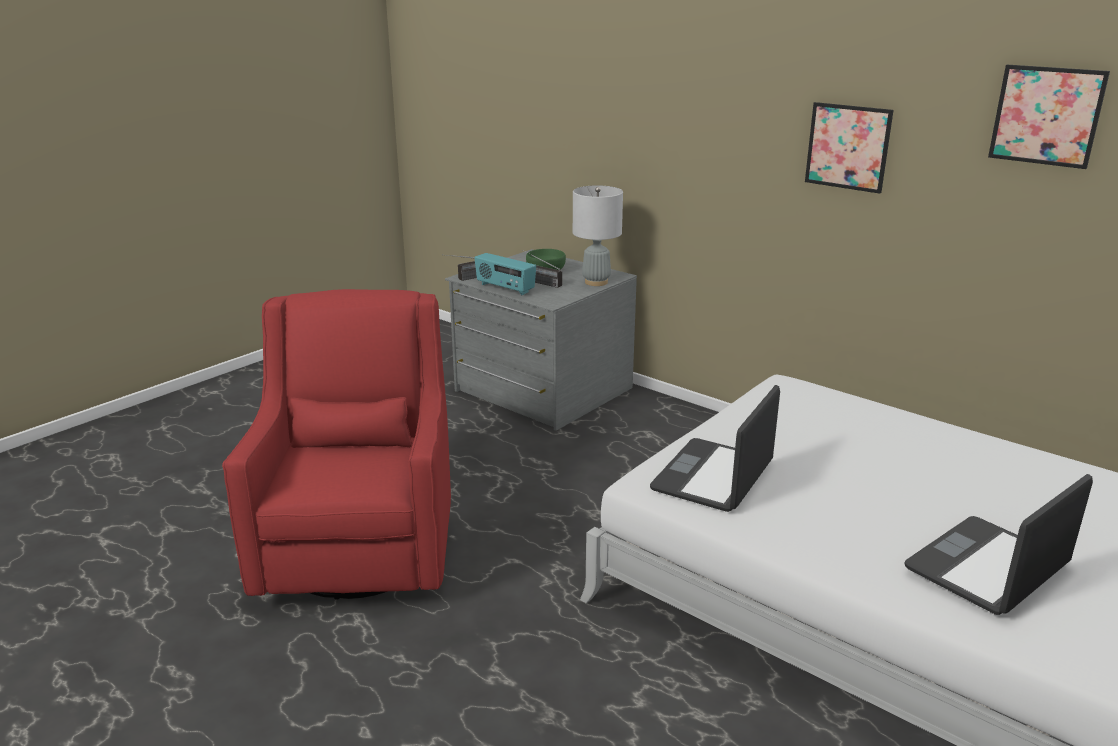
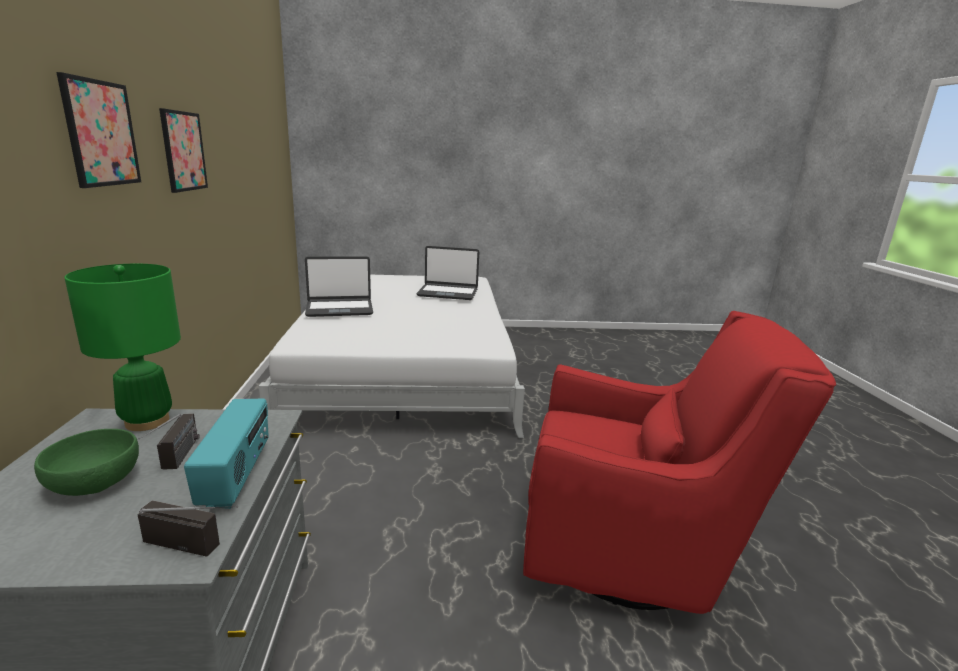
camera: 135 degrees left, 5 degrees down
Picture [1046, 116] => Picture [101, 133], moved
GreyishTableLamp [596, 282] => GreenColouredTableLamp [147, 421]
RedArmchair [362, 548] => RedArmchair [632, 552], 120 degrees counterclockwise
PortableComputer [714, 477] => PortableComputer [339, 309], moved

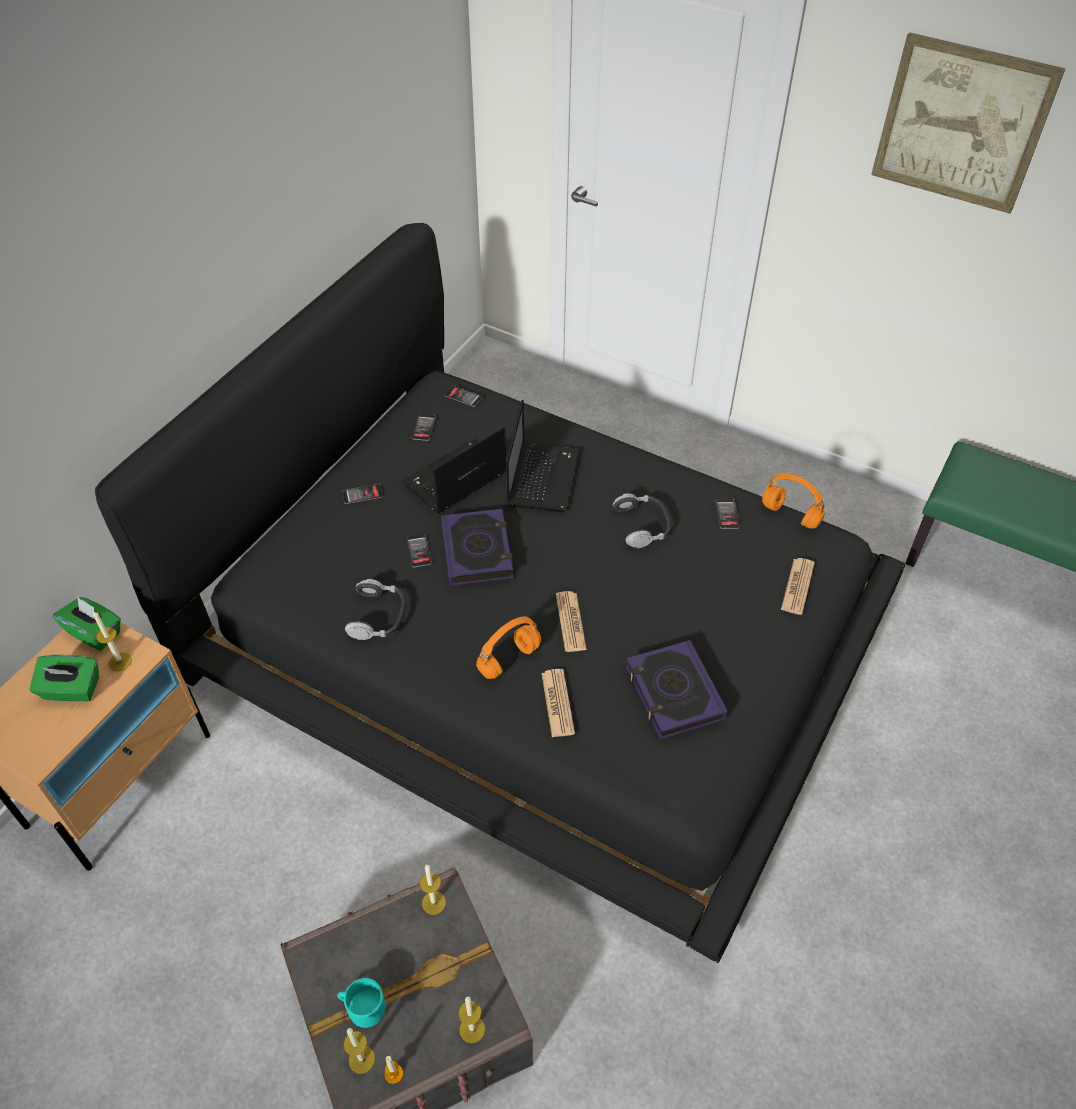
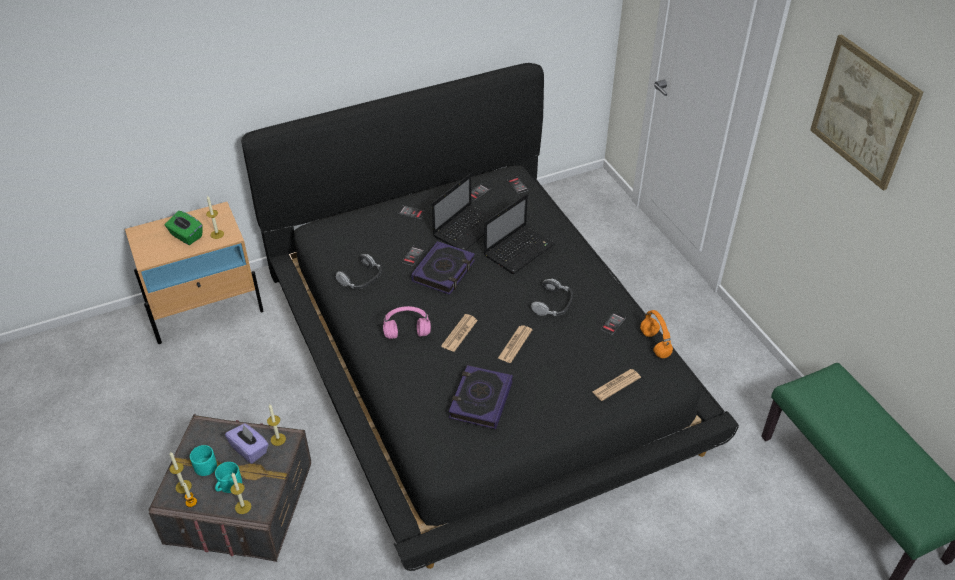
camera: 35 degrees right, 5 degrees down
PortableComputer [454, 480] => PortableComputer [467, 228], 135 degrees clockwise
GreenColouredTissueBox [95, 632] => nothing
OrangeColouredHeadset [509, 659] => PinkHeadset [408, 334]
Newspaper [557, 703] => Newspaper [515, 344], moved
nothing => PurplishTissueBox [249, 449]
nothing => TurquoiseColouredTeaMug [228, 485]

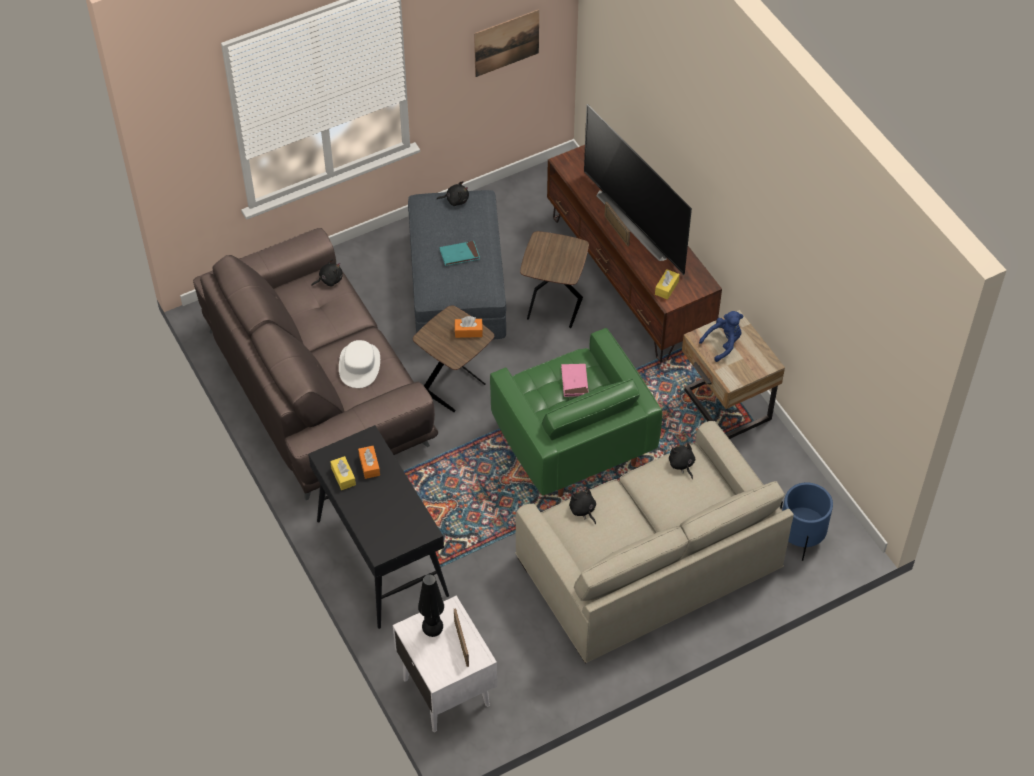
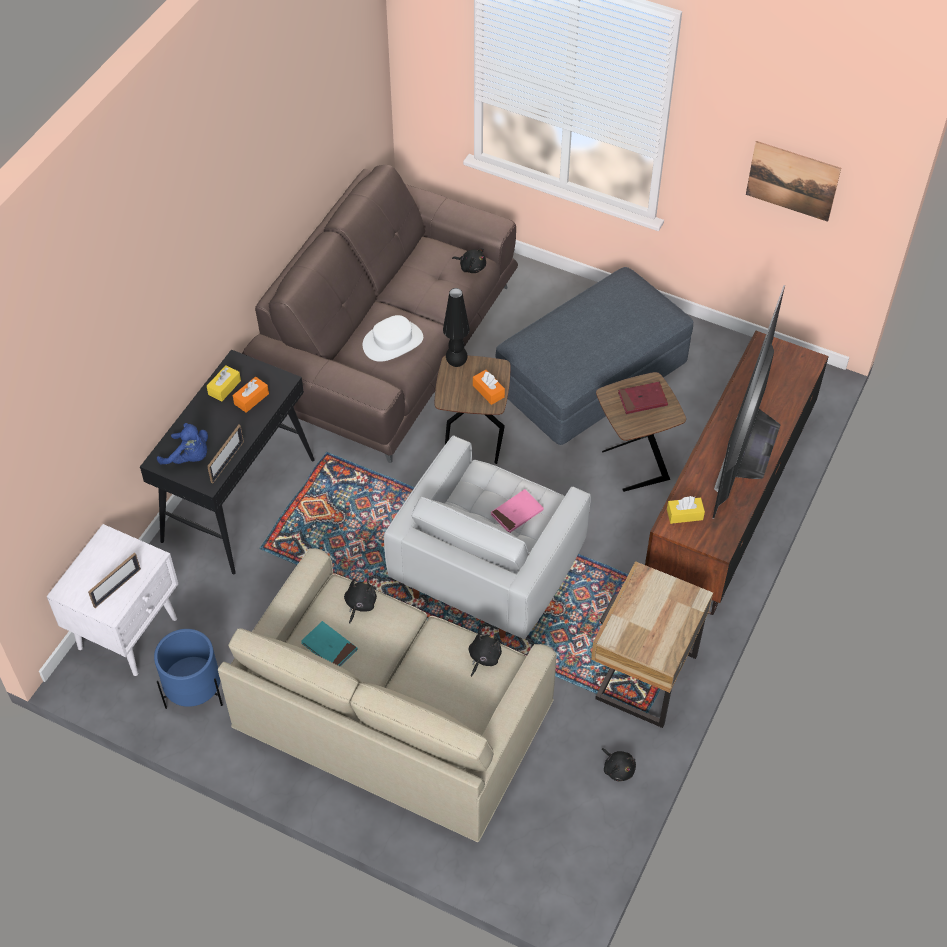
camera: 55 degrees right, 0 degrees up
BlackishPlushToy [455, 200] => BlackishPlushToy [618, 768], moved
PhotoFrame [616, 231] => PhotoFrame [227, 462], moved
TurquoiseColouredBook [459, 254] => TurquoiseColouredBook [329, 647], moved
BluishPlushToy [723, 343] => BluishPlushToy [189, 457], moved
GreenColouredArmchair [571, 441] => WhitishArmchair [488, 569]
BluishPlantPot [801, 537] => BluishPlantPot [194, 692], moved
BlackishTableLamp [433, 631] => BlackishTableLamp [456, 363], moved
nothing => RedBook [642, 399]

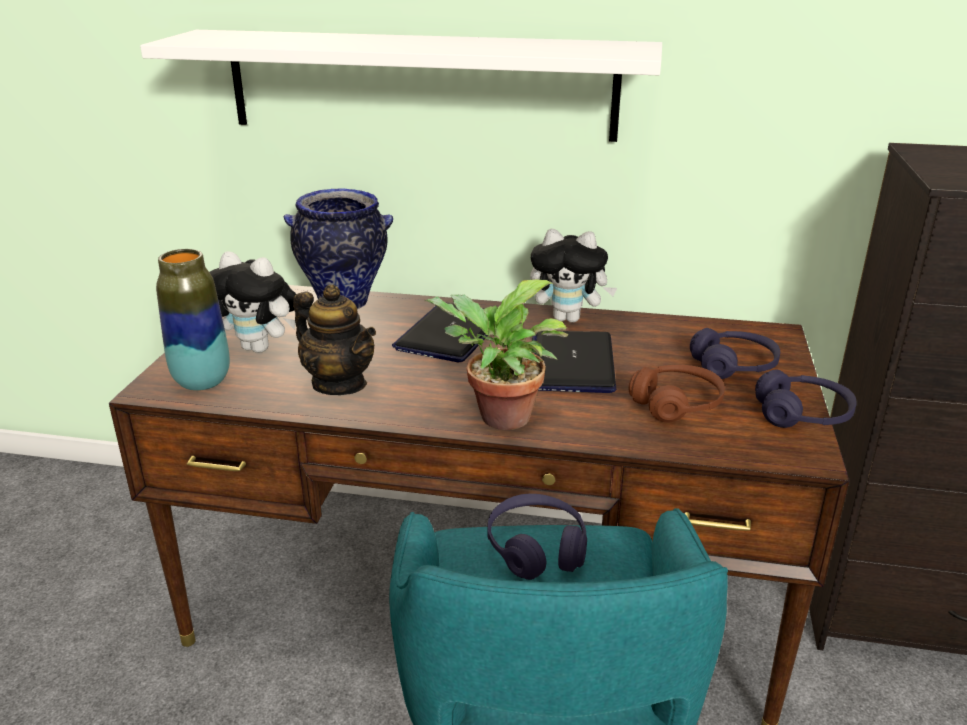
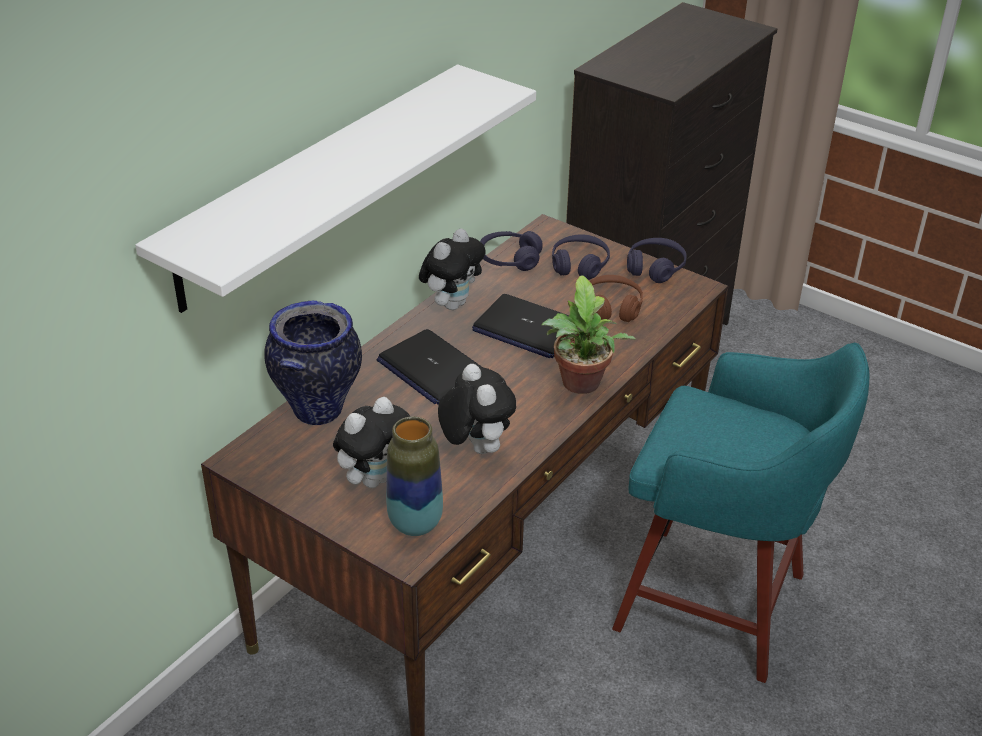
camera: 65 degrees left, 10 degrees up
PotForTea [339, 384] => PlushToy [475, 447]
PurplishHeadset [536, 548] => PurplishHeadset [509, 259], moved

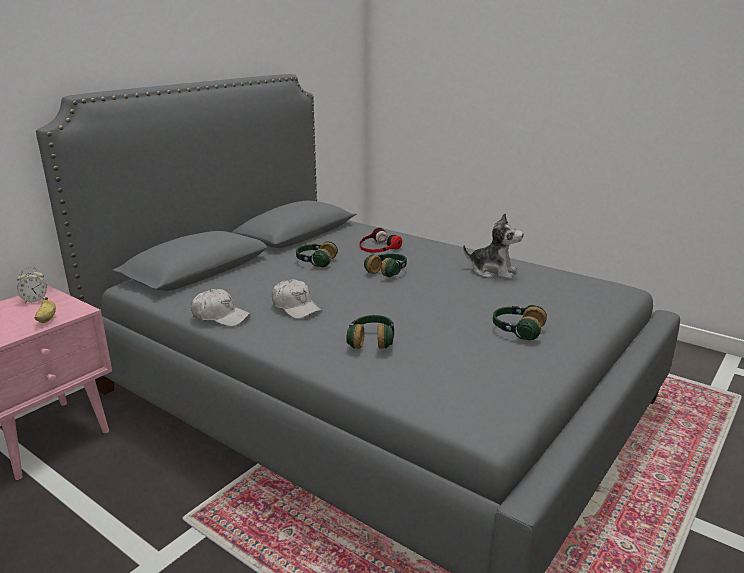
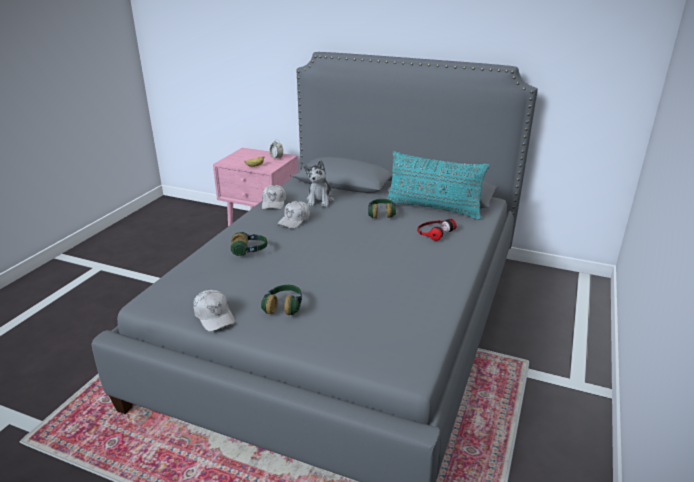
camera: 75 degrees right, 5 degrees up
PlushToy [492, 272] => PlushToy [320, 200], moved
Headset [387, 272] => nothing
nothing => TurquoiseColouredThrowPillow [433, 209]
nothing => WhitishBaseballCap [214, 316]

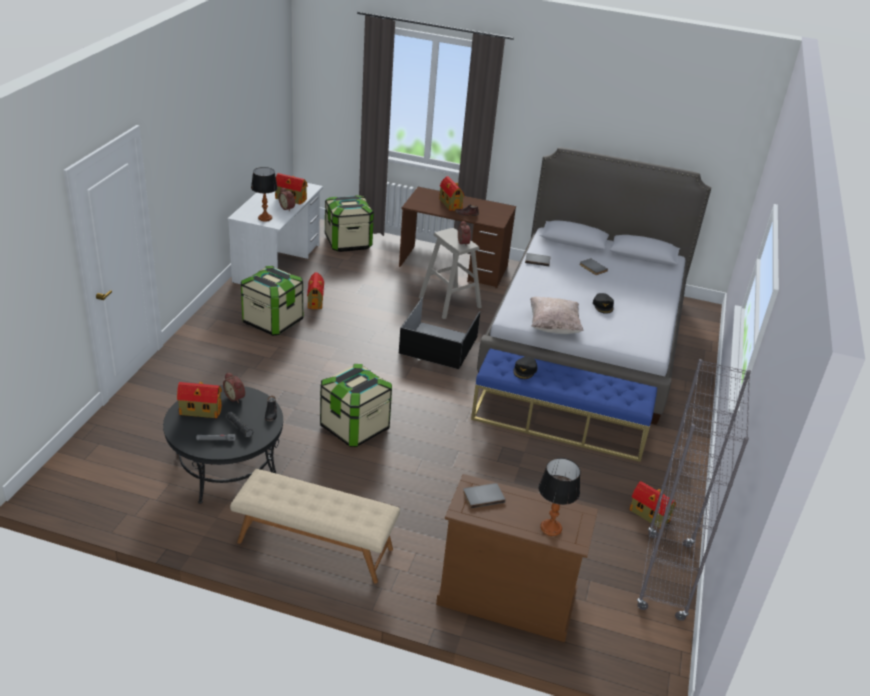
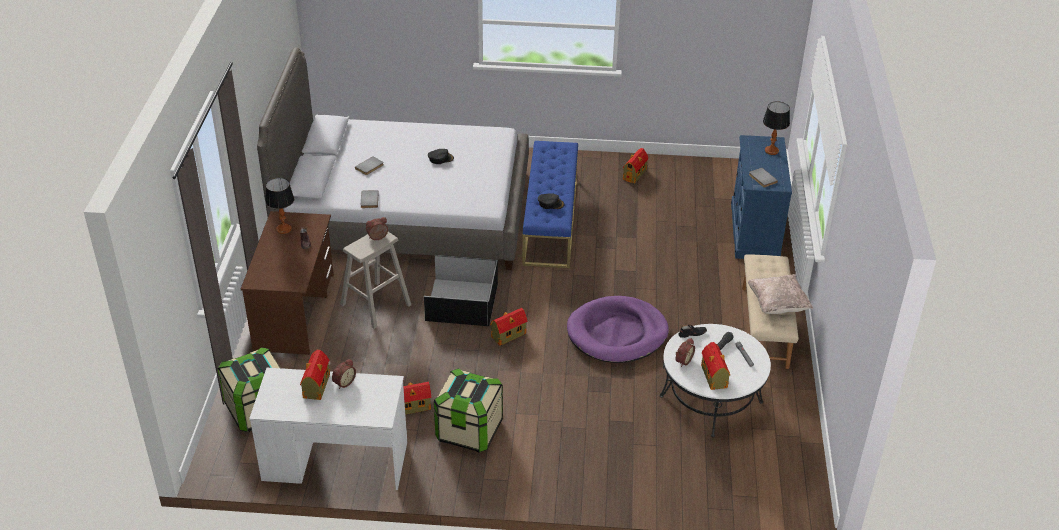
camera: 100 degrees left, 5 degrees up
TableLamp [265, 218] => TableLamp [284, 229], moved
ModelHouse [450, 203] => ModelHouse [507, 335], moved
SandColouredThrowPillow [553, 327] => SandColouredThrowPillow [777, 305], moved
GreyishShelvingUnit [665, 576] => nothing
StorageBin [354, 427] => PurplishPetBed [617, 333]
BlackishCoffeeTable [227, 466] => WhitishCoffeeTable [711, 399]
BrownDresser [506, 599] => BluishDresser [754, 231]

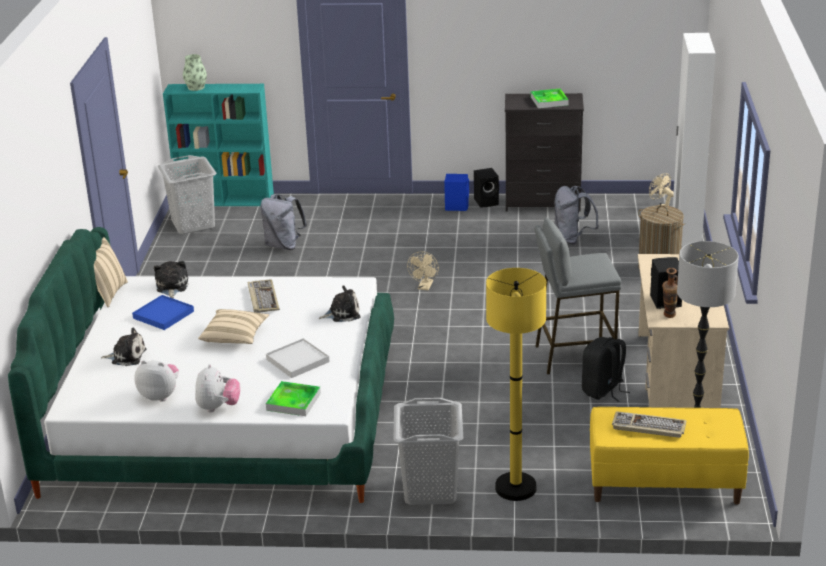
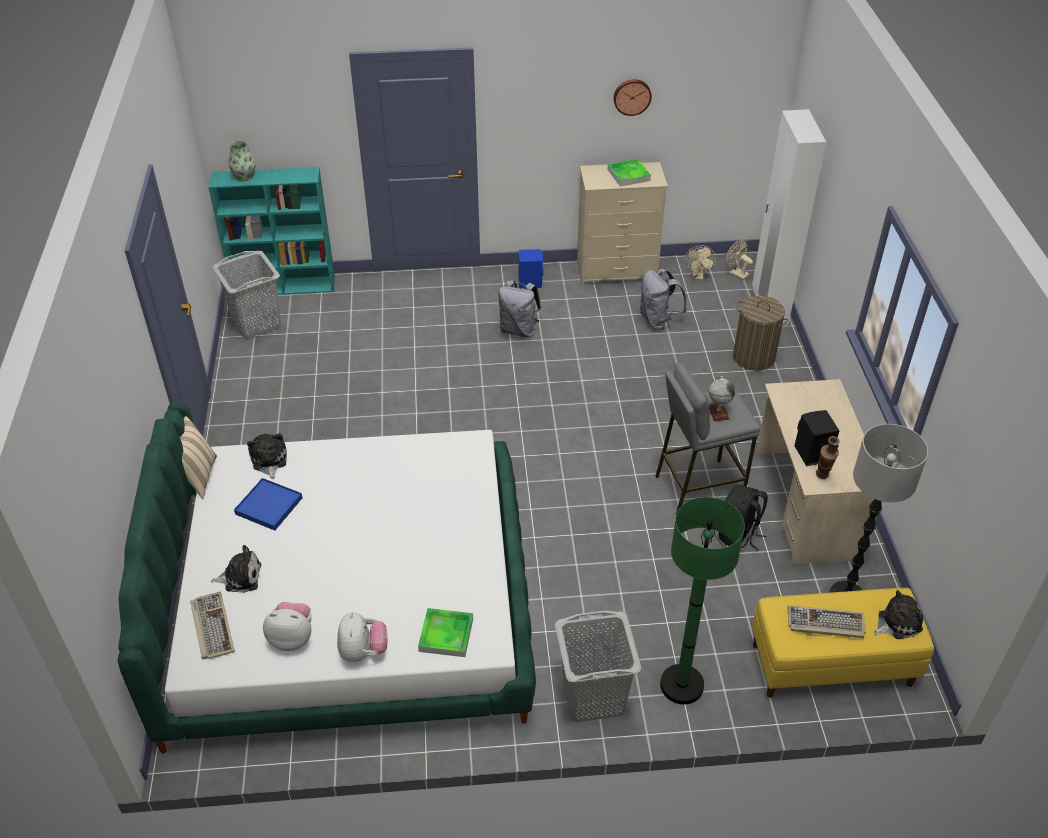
camera: 10 degrees left, 15 degrees up
BlackishDresser [543, 203] => SandColouredDresser [617, 272]
BlackishLoudspeaker [487, 202] => nothing
GreyishKnapsack [284, 245] => GreyishKnapsack [519, 330], moved
SandColouredElectricFan [425, 287] => SandColouredElectricFan [698, 276], moved
YellowColouredStandardLamp [515, 488] => GreenColouredStandardLamp [681, 685]
Keyboard [262, 298] => Keyboard [211, 627], moved
PlushToy [342, 313] => PlushToy [897, 622], moved
SandColouredThrowPillow [235, 337] => nothing
WhitishCarryingTray [298, 360] => nothing
nothing => ClockOnTheWall [632, 96]
nothing => DeskGlobe [718, 412]

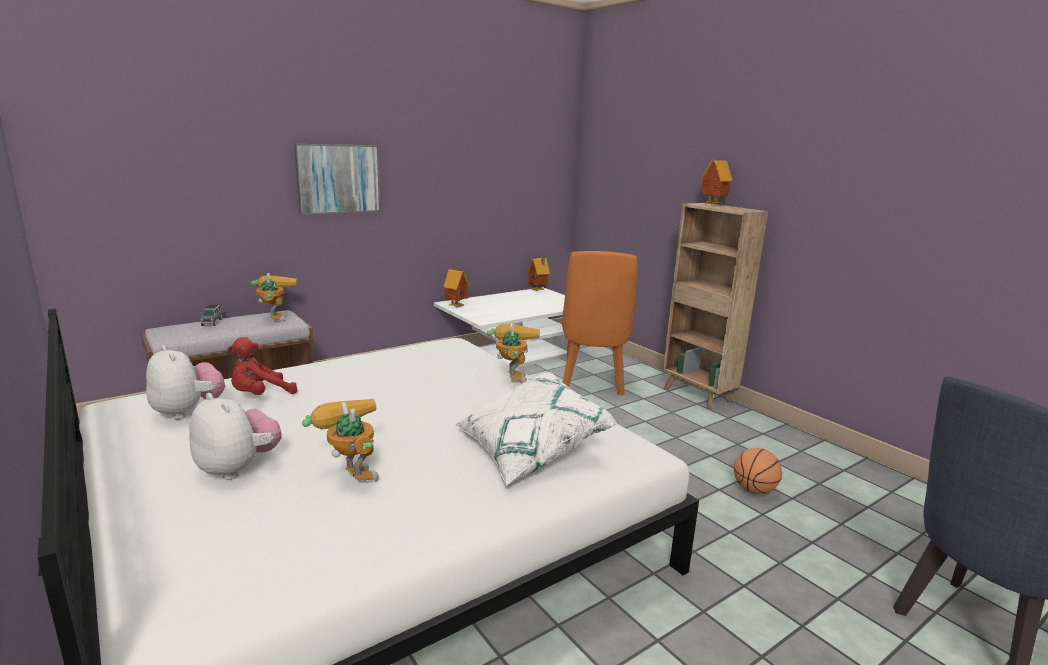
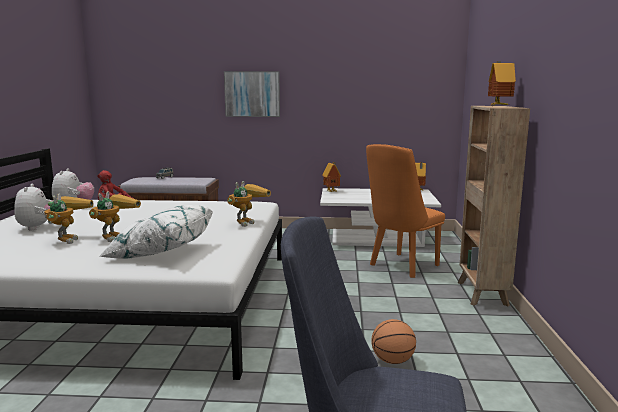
camera: 40 degrees right, 5 degrees down
RobotFigure [275, 317] => RobotFigure [115, 236], moved

